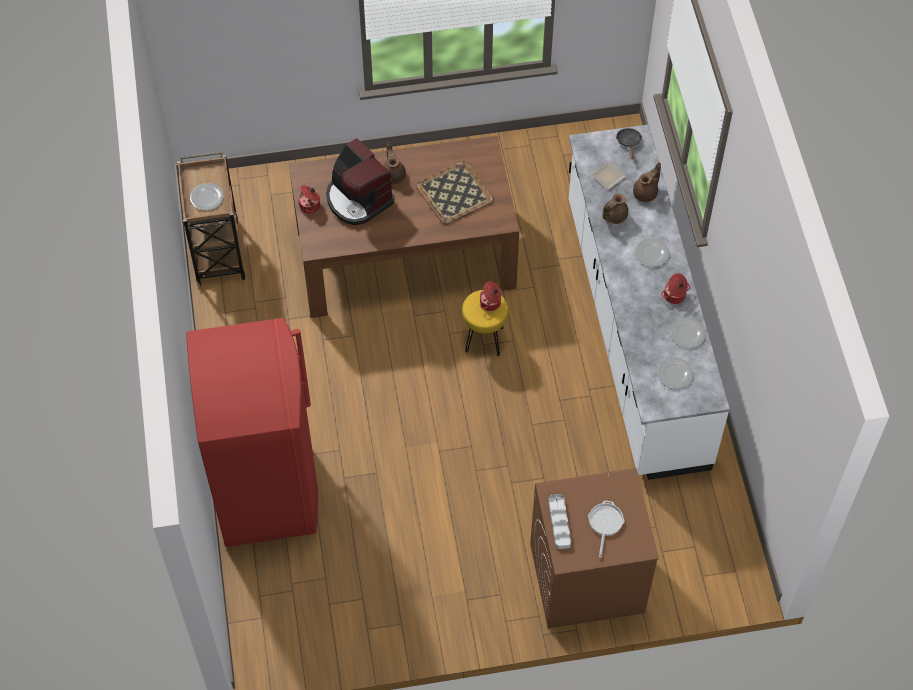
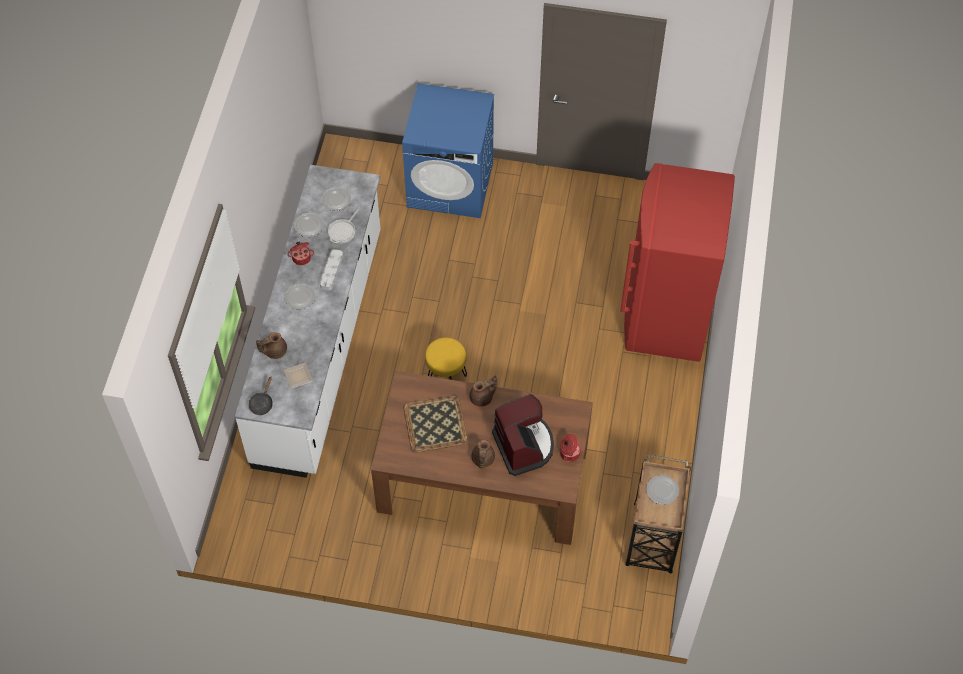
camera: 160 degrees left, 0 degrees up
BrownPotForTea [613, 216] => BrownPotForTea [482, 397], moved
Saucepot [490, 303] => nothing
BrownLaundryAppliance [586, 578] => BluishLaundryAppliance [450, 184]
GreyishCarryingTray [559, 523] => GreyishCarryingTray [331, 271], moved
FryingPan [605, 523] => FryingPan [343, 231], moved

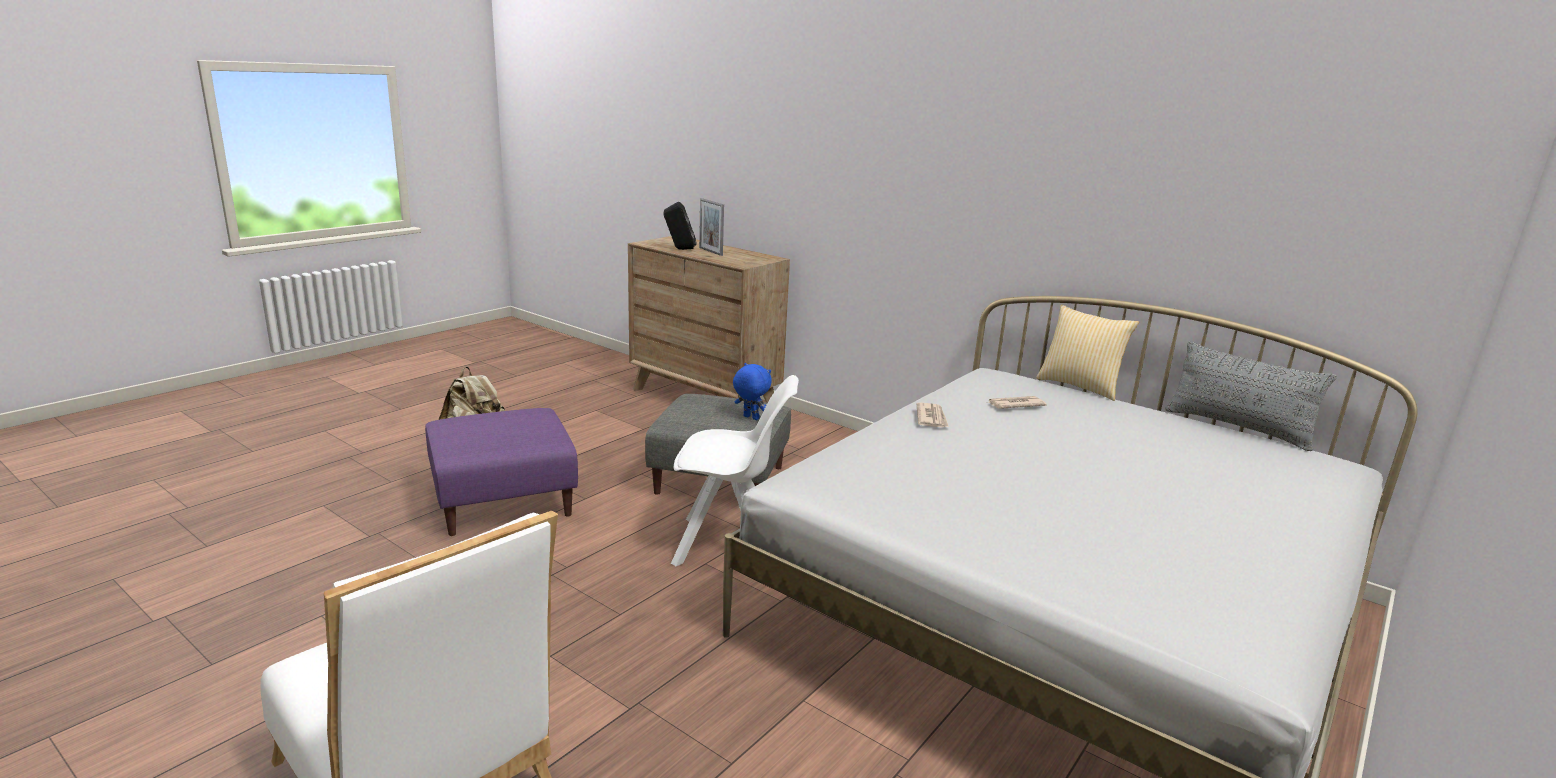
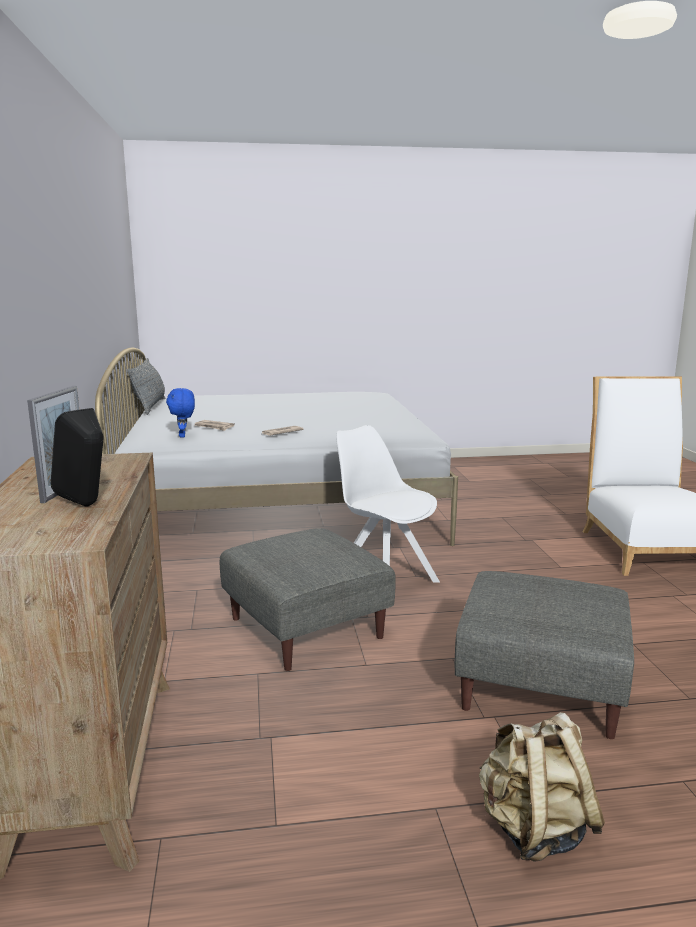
camera: 135 degrees left, 5 degrees down
ThrowPillow [1080, 386] => nothing
BluishPlushToy [750, 418] => BluishPlushToy [183, 436], moved
PurplishFootrest [503, 501] => GreyishFootrest [539, 687]

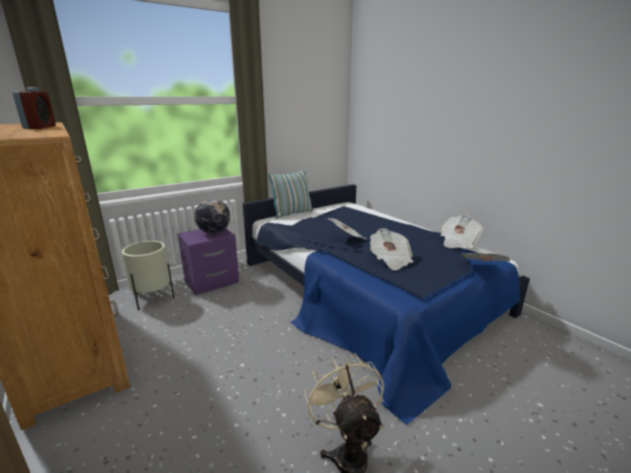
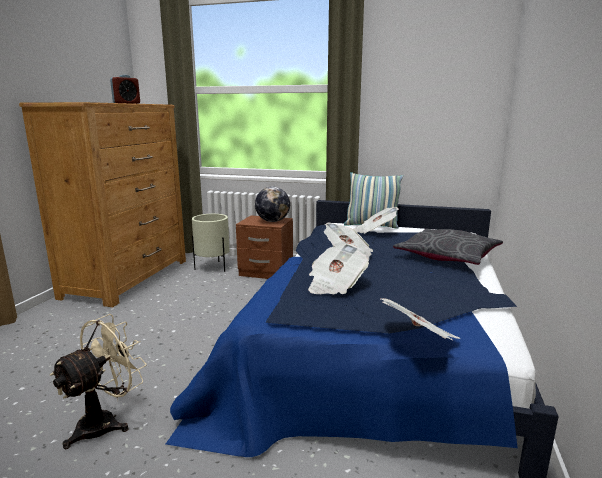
camera: 50 degrees right, 5 degrees down
Newspaper [458, 242] => Newspaper [374, 231], moved
PurplishBedsideTable [212, 282] => BrownBedsideTable [266, 272]
nothing => GreyishThrowPillow [447, 256]

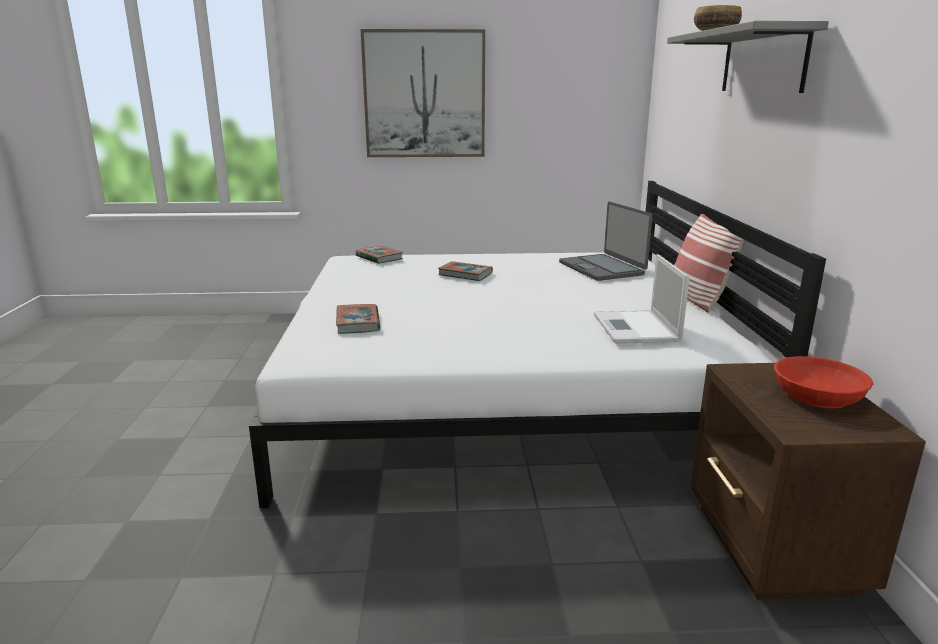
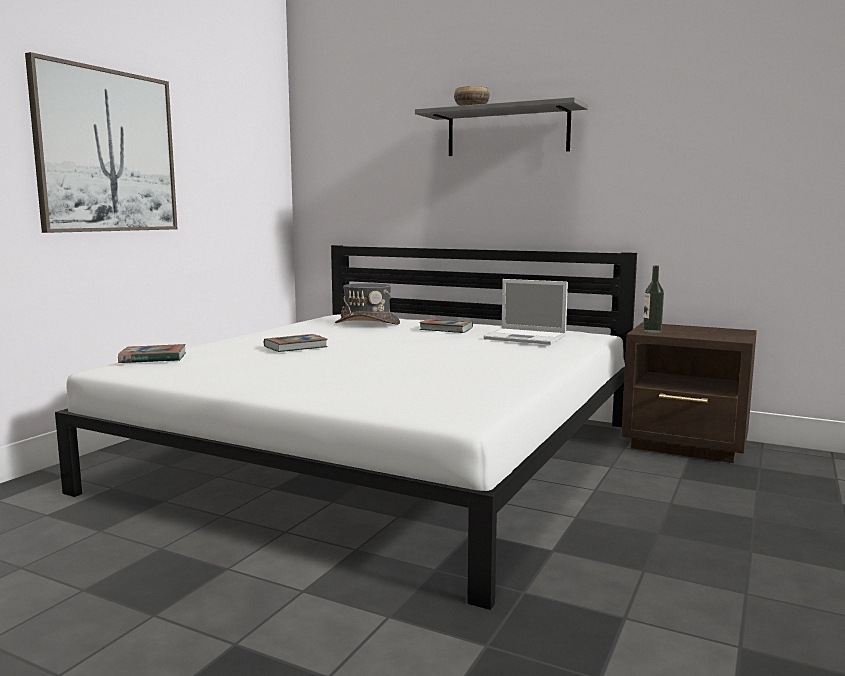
camera: 60 degrees left, 10 degrees down
PortableComputer [602, 268] => GreyishWearableHat [367, 323]
ThrowPillow [696, 298] => nothing
Book [358, 323] => Book [446, 329], moved
RedBowl [817, 396] => nothing
nothing => BeverageBottle [652, 331]

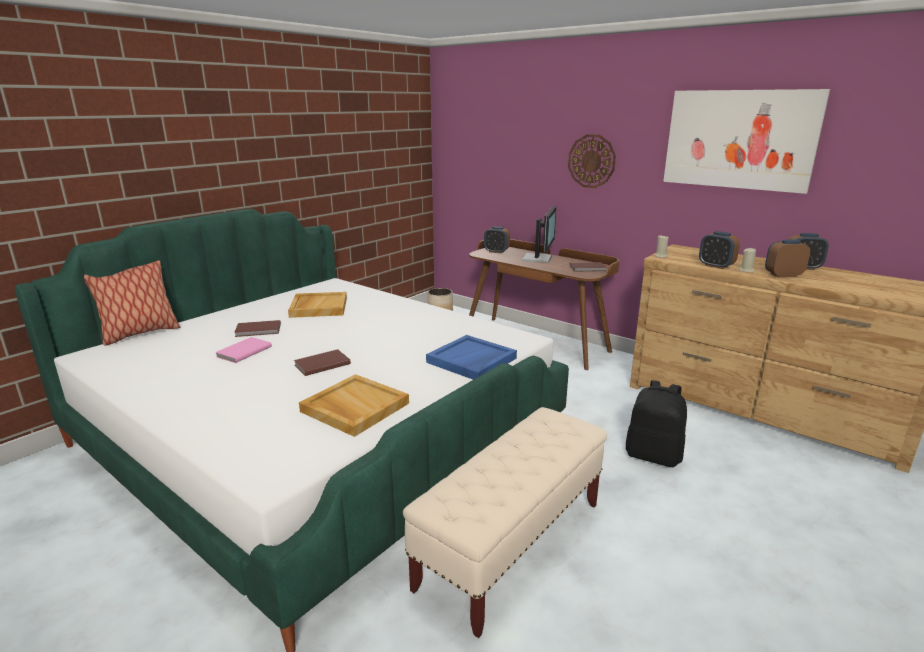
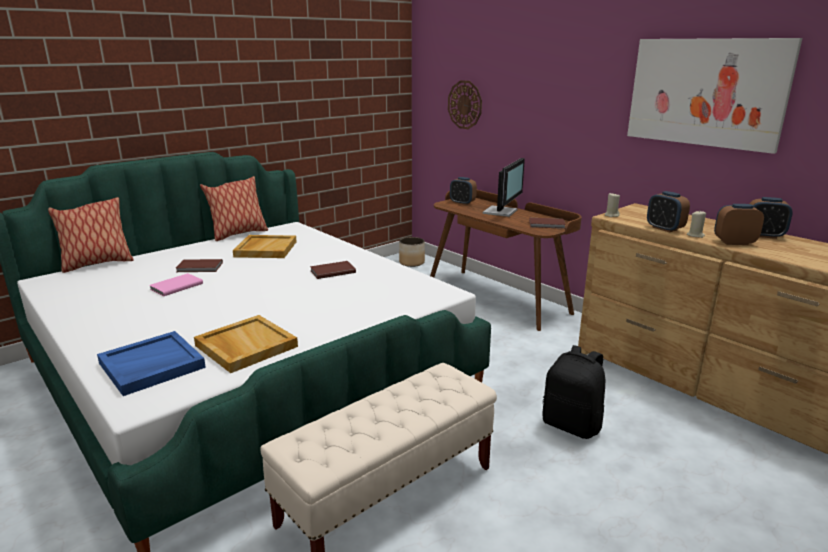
camera: 10 degrees right, 0 degrees up
ClockOnTheWall [591, 161] => ClockOnTheWall [465, 104], moved
BluishCarryingTray [471, 361] => BluishCarryingTray [151, 366], moved
BrownBook [321, 364] => BrownBook [332, 271], moved
nothing => ThrowPillow [238, 234]

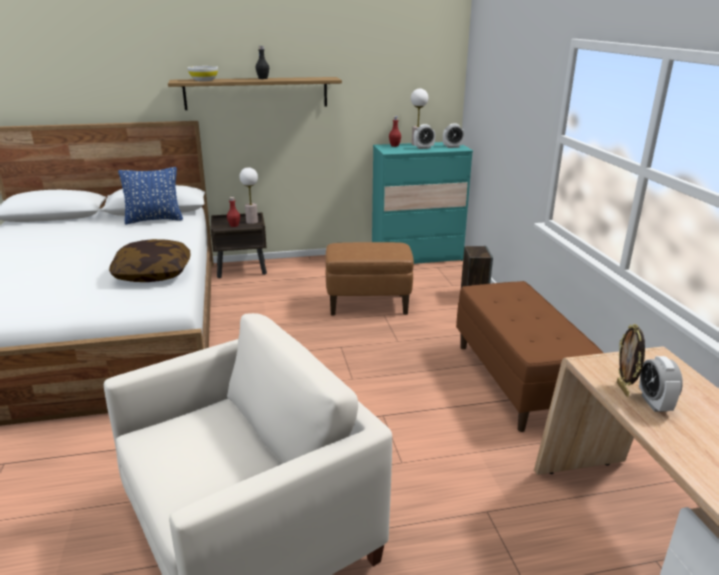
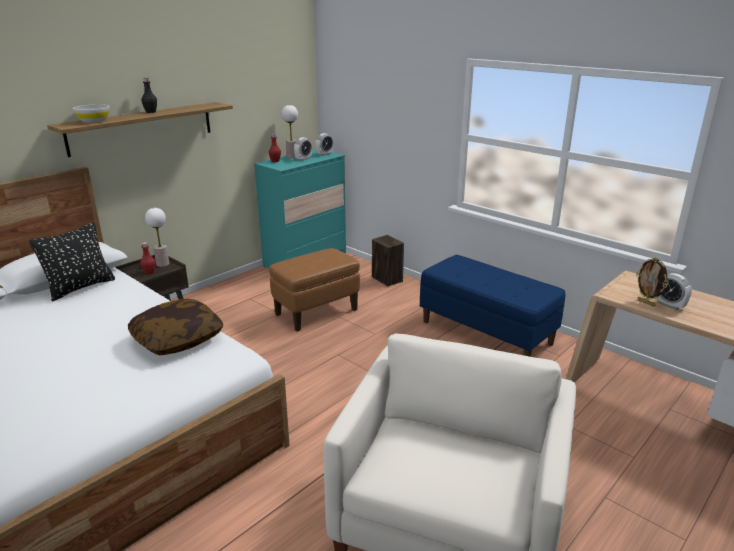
camera: 35 degrees left, 0 degrees up
BluishThrowPillow [154, 220] => BlackishThrowPillow [80, 287]
BrownBench [517, 381] => BluishBench [486, 332]

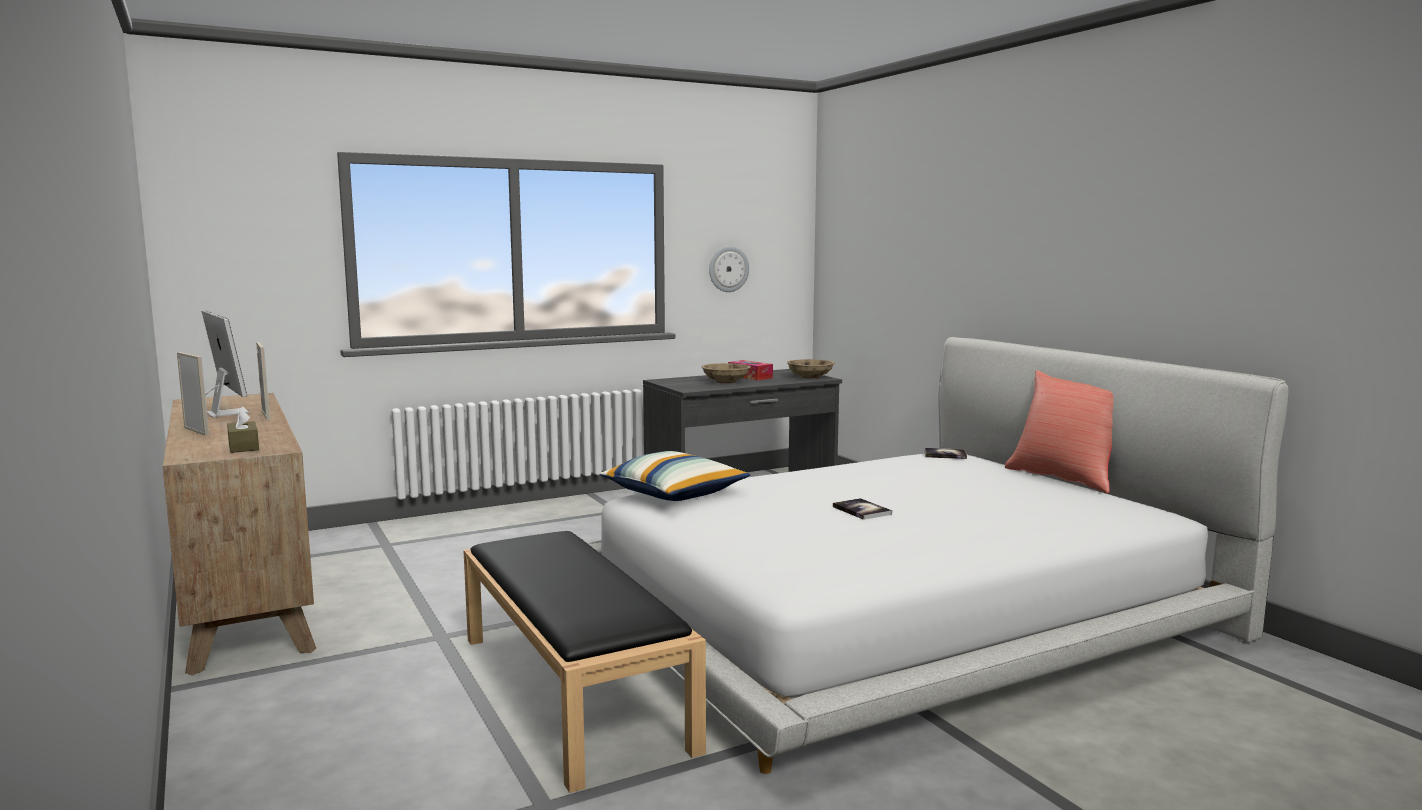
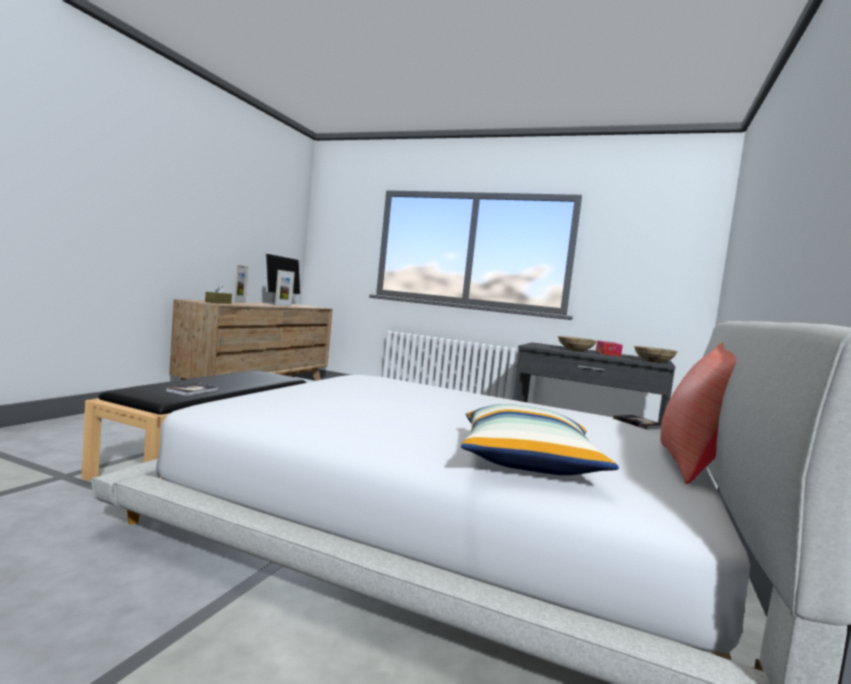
camera: 50 degrees right, 5 degrees down
ClockOnTheWall [728, 269] => nothing
ThrowPillow [675, 494] => ThrowPillow [528, 462], moved
Book [861, 510] => Book [192, 390], moved

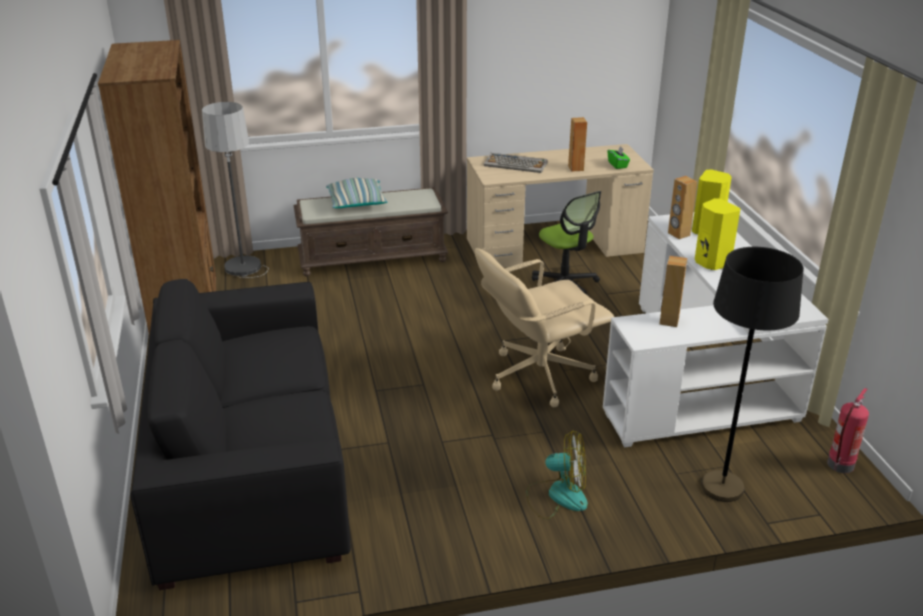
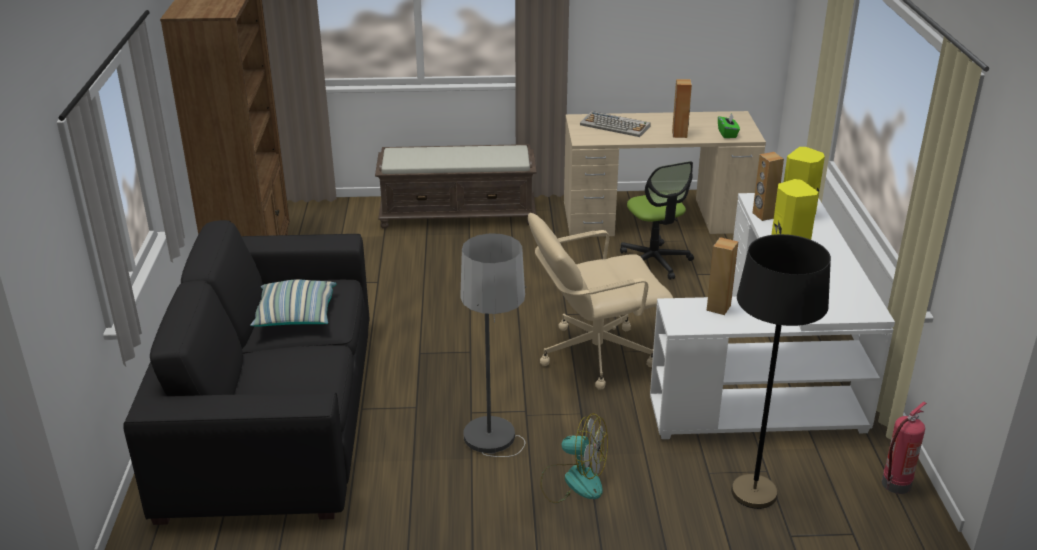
camera: 10 degrees right, 0 degrees up
StandardLamp [247, 282] => StandardLamp [494, 466], moved
ThrowPillow [357, 203] => ThrowPillow [296, 316], moved

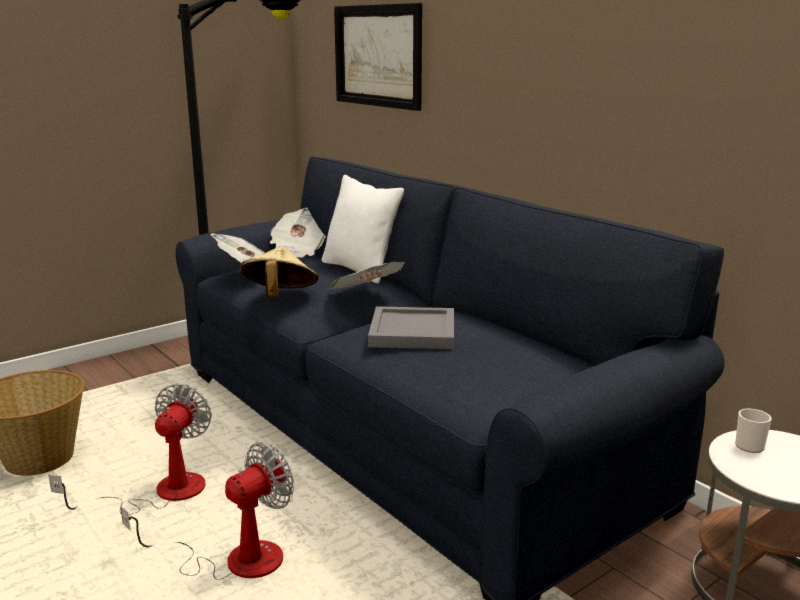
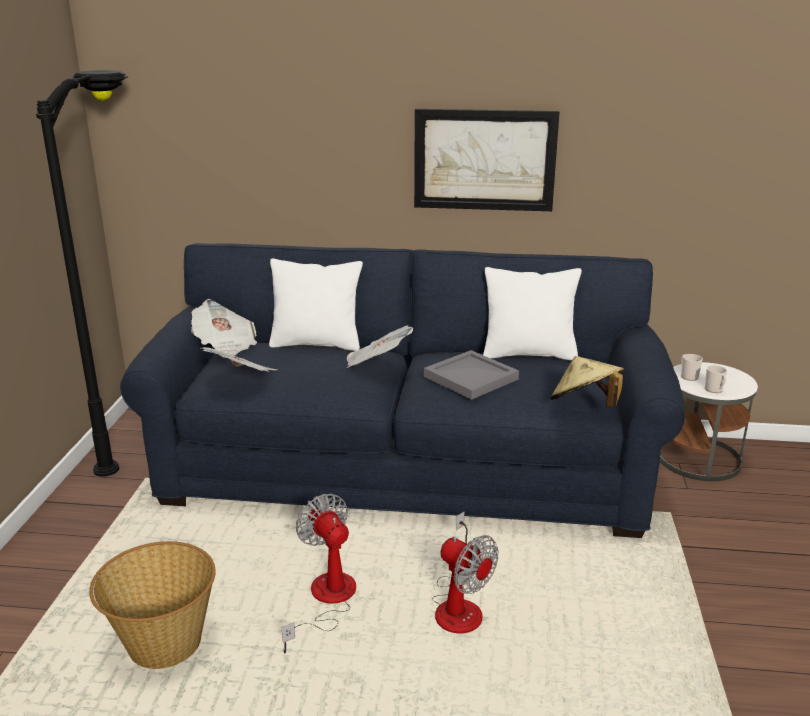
camera: 45 degrees left, 5 degrees up
Picture [378, 56] => Picture [484, 160], moved
SandColouredWearableHat [279, 297] => SandColouredWearableHat [584, 406], moved
ElectricFan [234, 560] => ElectricFan [459, 605], 135 degrees clockwise
nothing => WhitishThrowPillow [529, 354]
nothing => TeaMug [715, 390]

